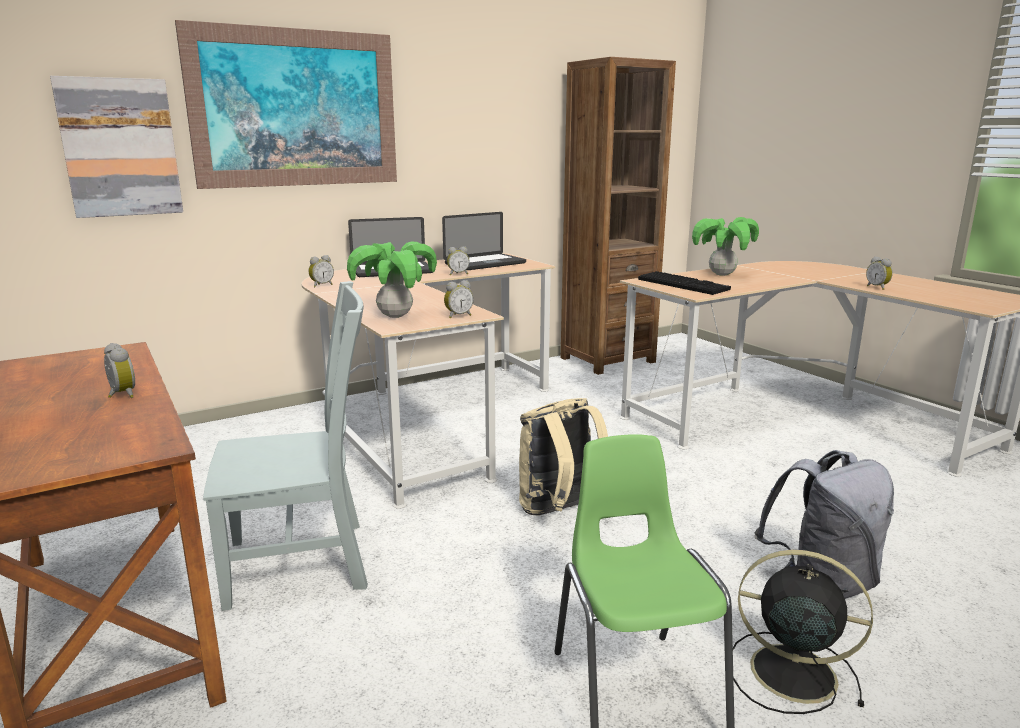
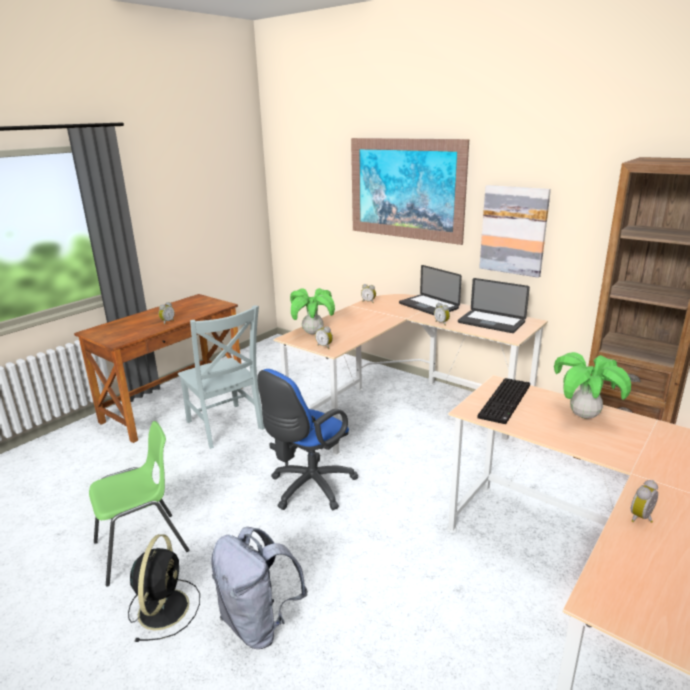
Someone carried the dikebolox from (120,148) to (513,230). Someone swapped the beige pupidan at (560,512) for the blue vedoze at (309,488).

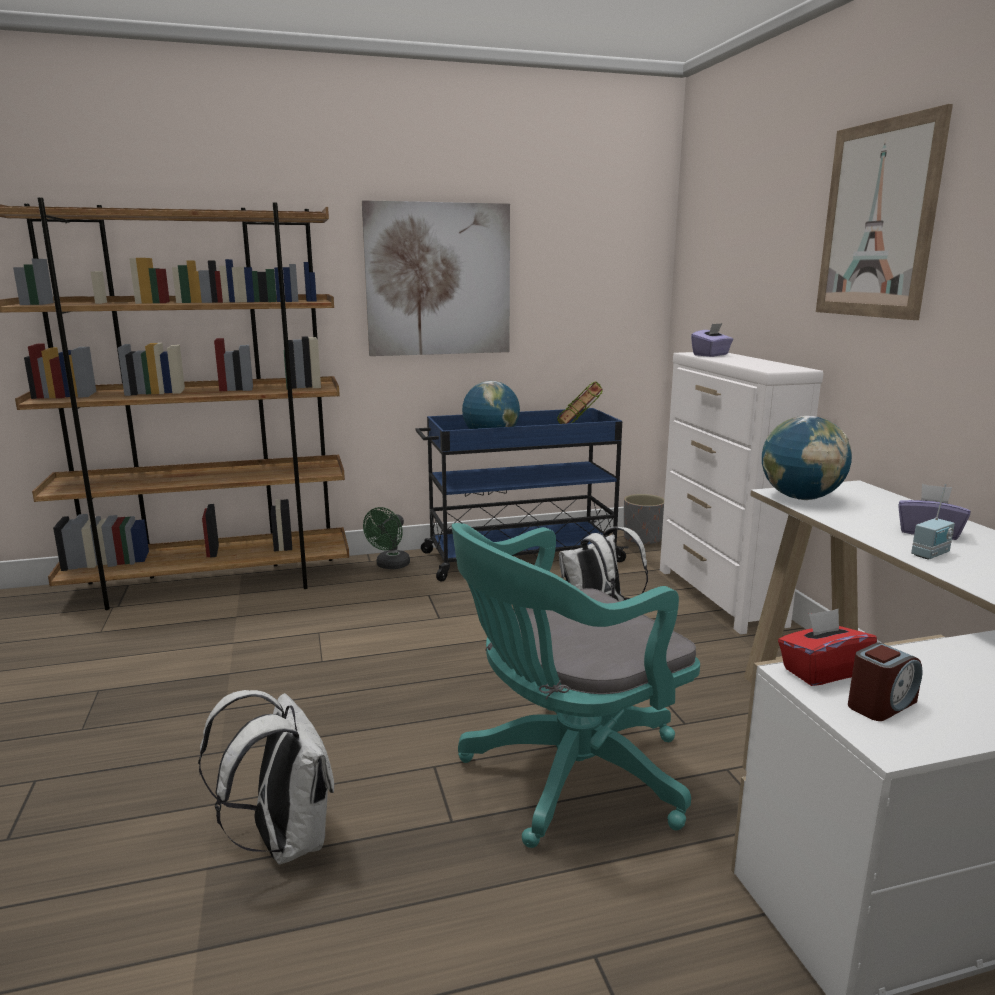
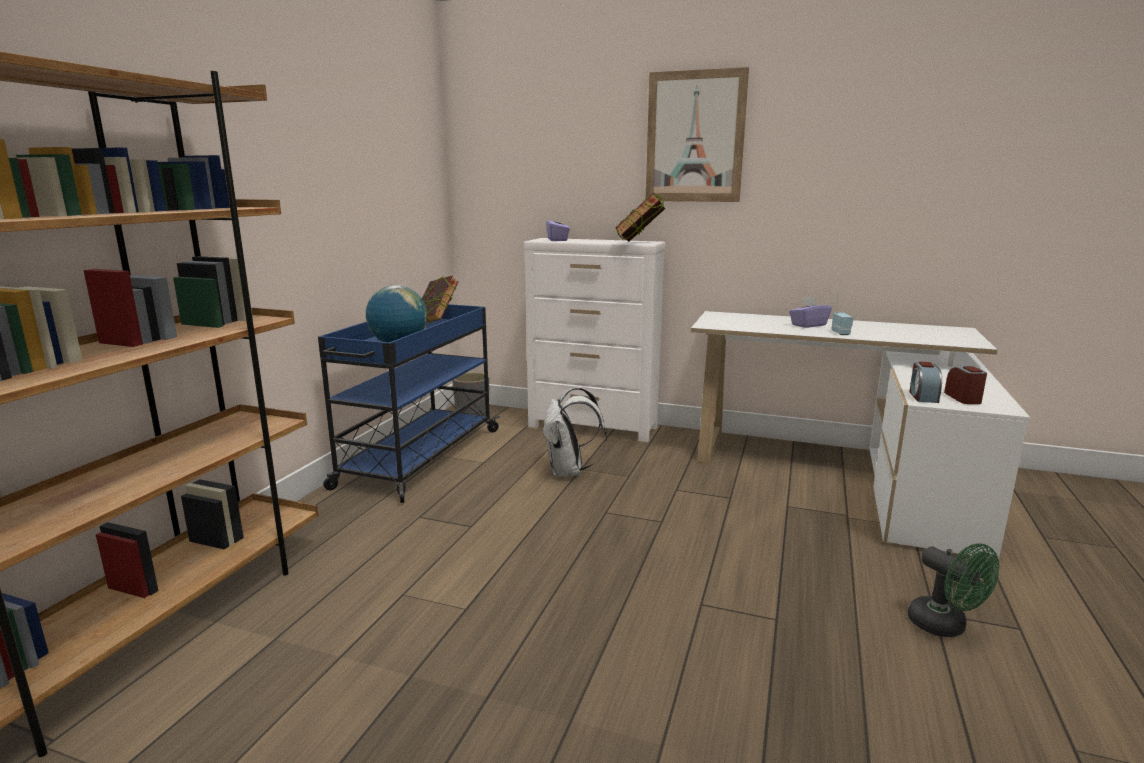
Someone took away the dikebolox at (438,280). Someone took away the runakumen at (800,498). Someone carried the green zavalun from (390,566) to (945,627). Someone took away the turquoise vedoze at (566,776). Someone swapped the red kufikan at (821,671) for the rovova at (922,396). Someone took away the white pupidan at (283,840). Someone put down the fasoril at (639,243).

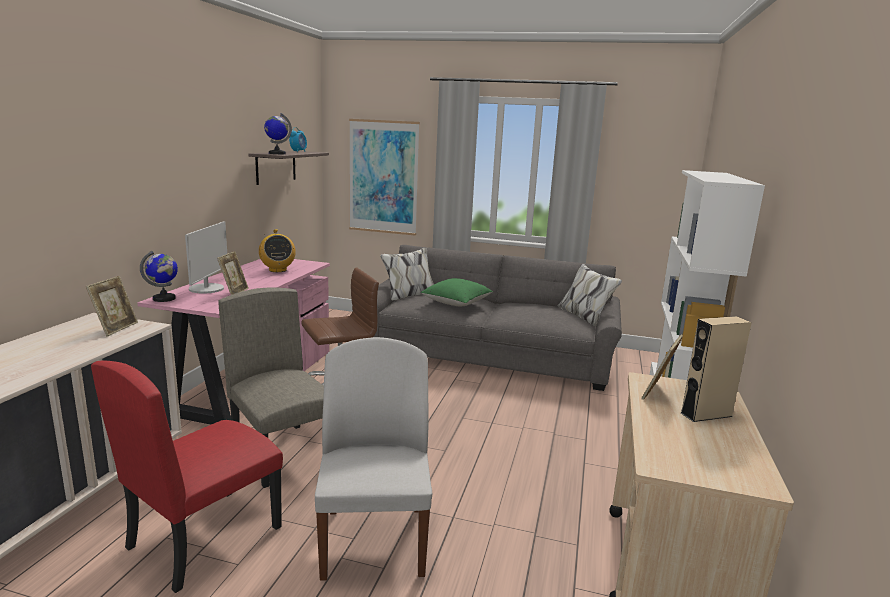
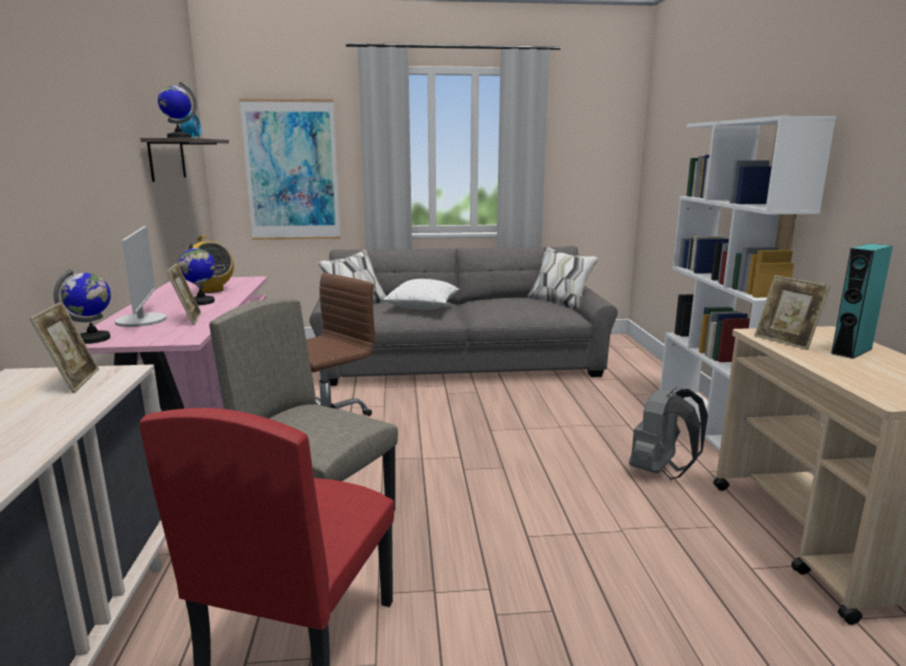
Someone repainted the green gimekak at (456,303), which became the white gimekak at (422,307). Someone repainted the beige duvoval at (706,414), which became the turquoise duvoval at (851,351). Someone rotated the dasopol at (657,393) by 45 degrees counterclockwise. Someone took away the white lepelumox at (375,539). Someone put down the runakumen at (201,302). Someone put down the grey pupidan at (660,471).

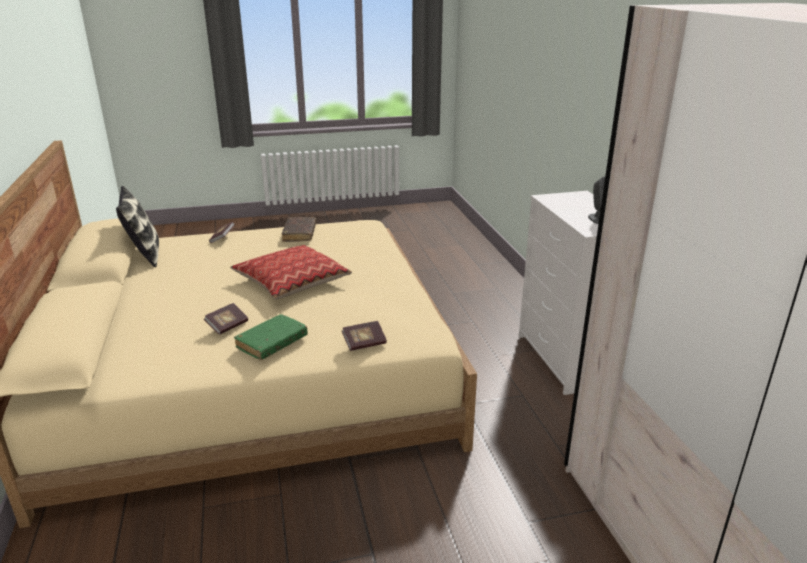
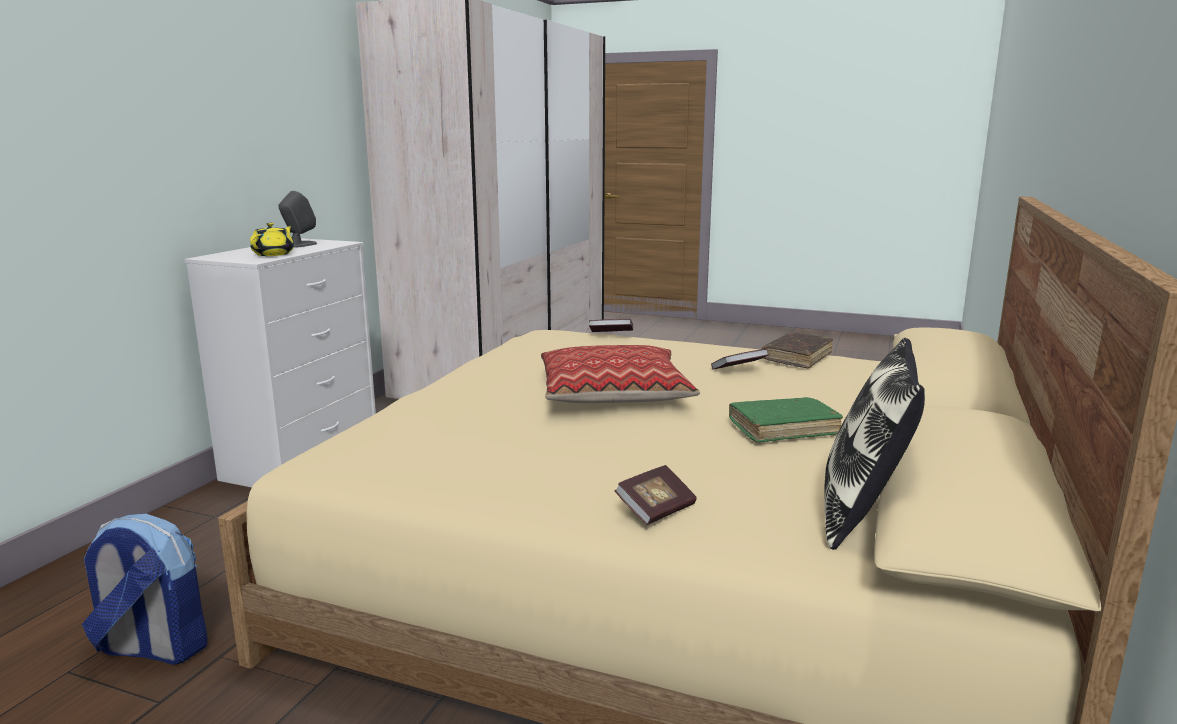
Someone carried the brown fasoril from (299,234) to (797,358). Someone carried the green fasoril from (272,343) to (783,429). Someone put down the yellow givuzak at (274,254). Someone put down the pupidan at (153,648).

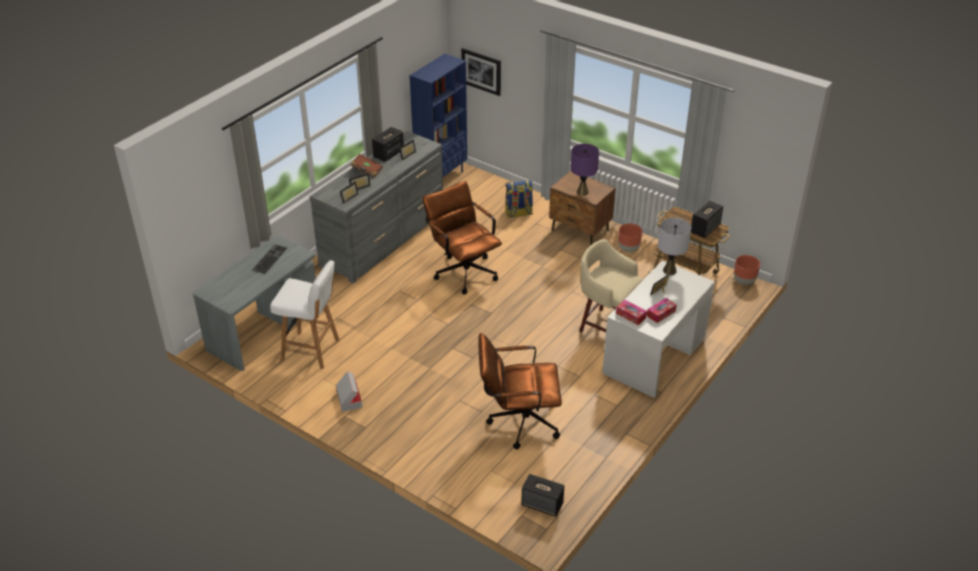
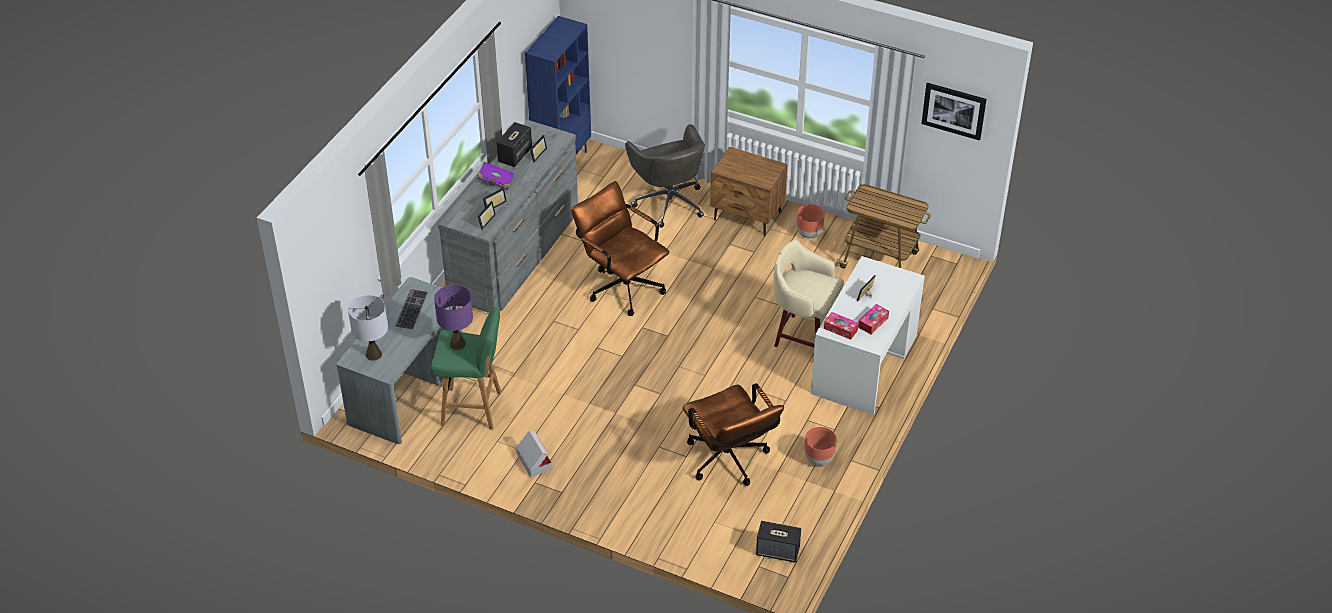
Someone carried the dikebolox from (481,71) to (954,110). Someone carried the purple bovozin from (582,192) to (458,344). Someone repainted the brown fasoril at (367,171), which became the purple fasoril at (496,181). Someone swapped the pupidan at (518,213) for the grey vedoze at (669,202). Someone took away the duvoval at (705,228). Someone carried the grey bovozin from (669,270) to (374,354). Someone carried the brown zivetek from (744,281) to (818,459). Someone repainted the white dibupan at (312,350), which became the green dibupan at (473,409). Someone rotated the brown vedoze at (518,422) by 105 degrees counterclockwise.

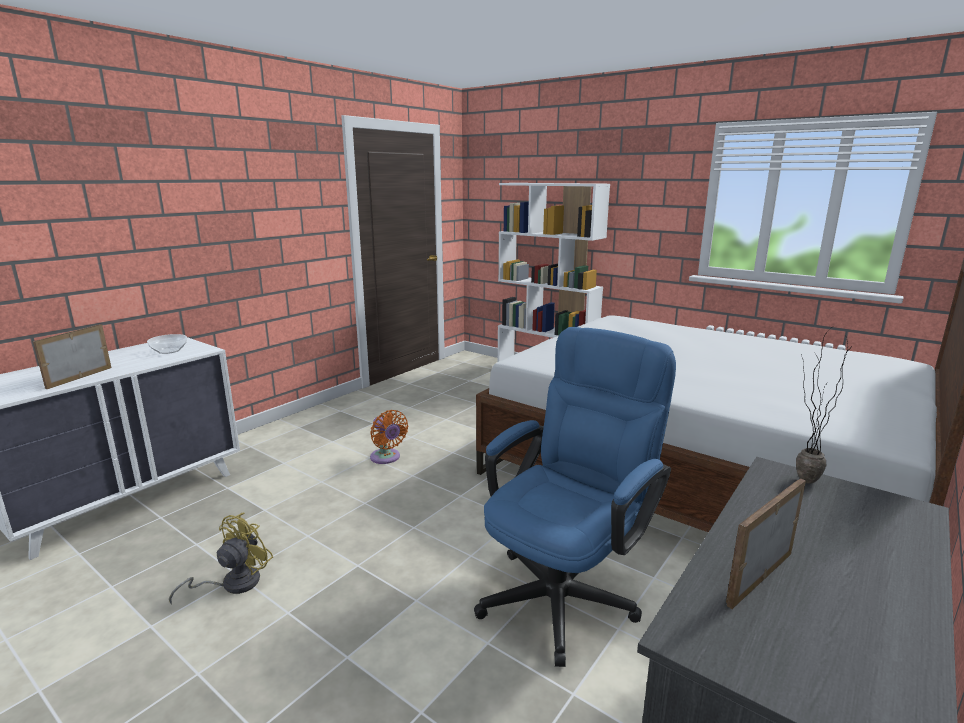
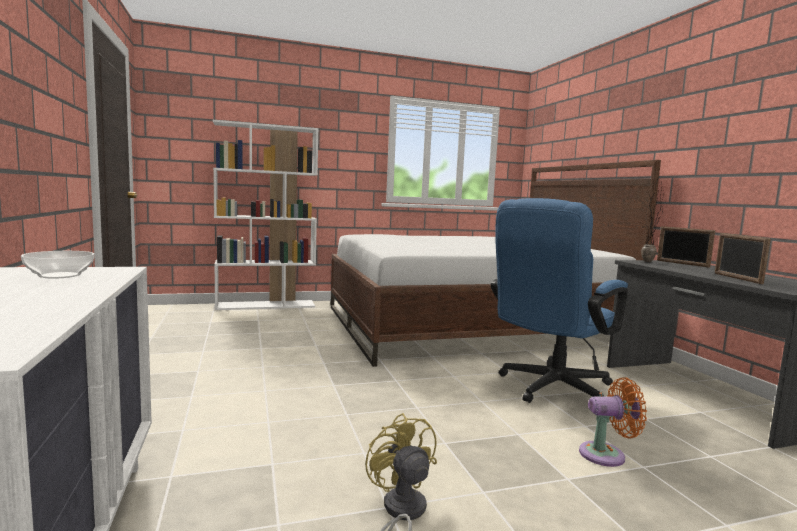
Someone carried the dasopol from (79,377) to (682,263). Someone rotated the blue vedoze at (566,590) by 120 degrees counterclockwise. Someone carried the orange zavalun from (386,458) to (607,455).

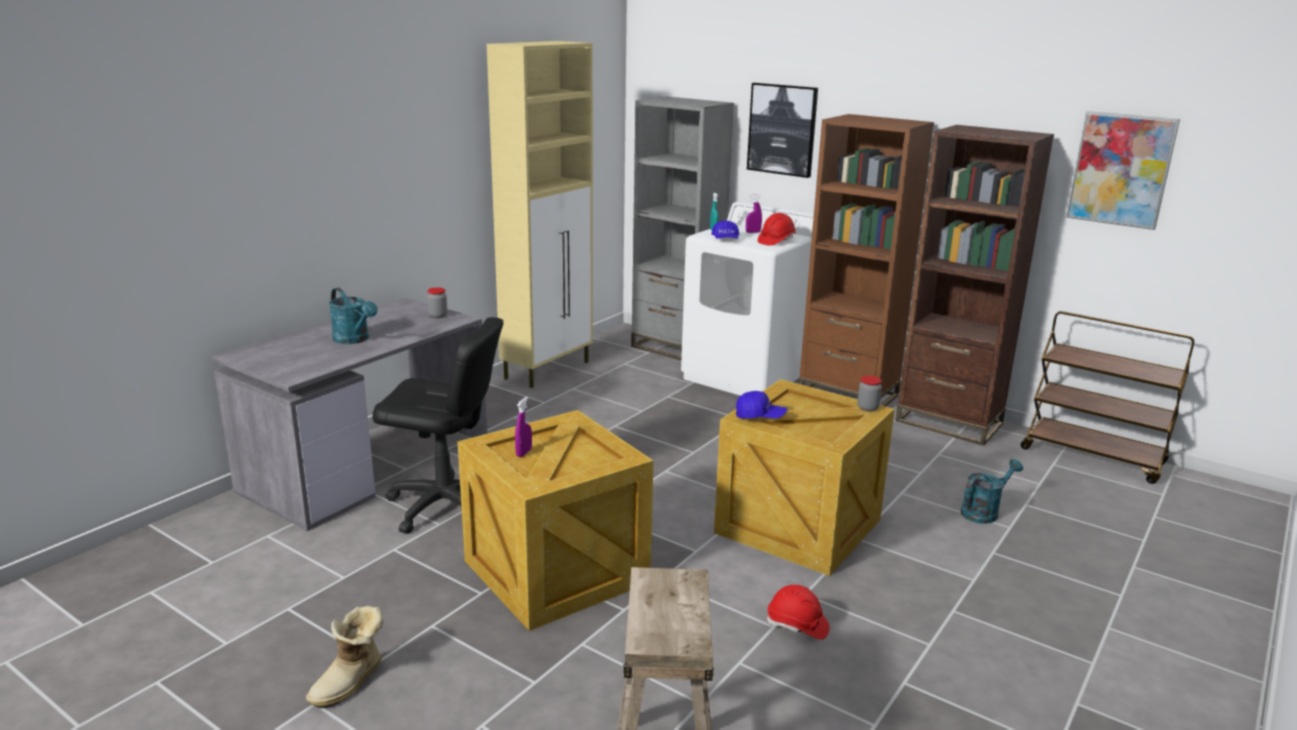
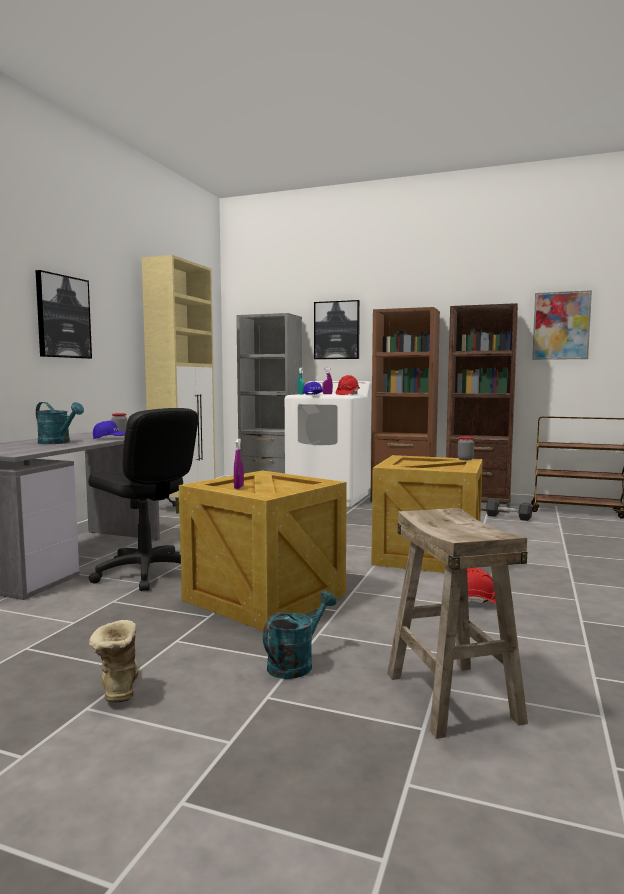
Someone rotated the black vedoze at (446,506) by 45 degrees clockwise. Someone carried the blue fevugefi from (760,416) to (111,439). Someone carried the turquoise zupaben from (983,512) to (296,663). Someone rotated the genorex at (351,682) by 150 degrees clockwise. Someone put up the dikebolox at (63,317). Someone put down the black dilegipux at (508,517).

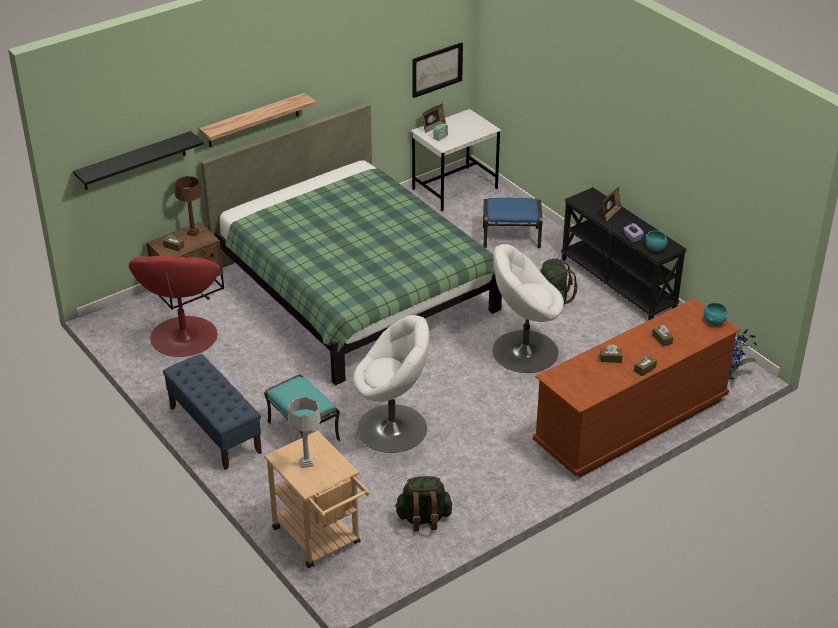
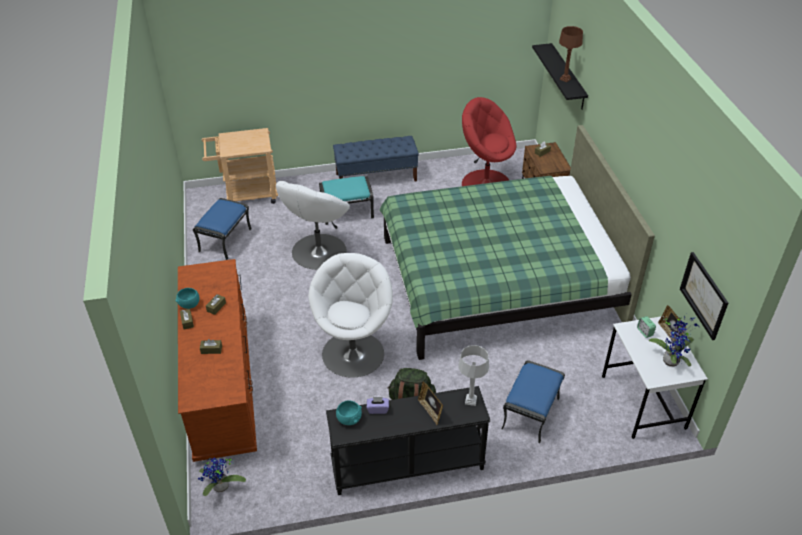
Someone took away the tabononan at (253,120). Someone carried the brown bovozin from (192,233) to (565,79). Someone carried the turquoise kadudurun from (714,321) to (189,304). Someone carried the grey bovozin from (307,463) to (470,400). Someone swapped the green pupidan at (423,518) for the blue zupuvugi at (225,240). Someone put down the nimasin at (671,360).

